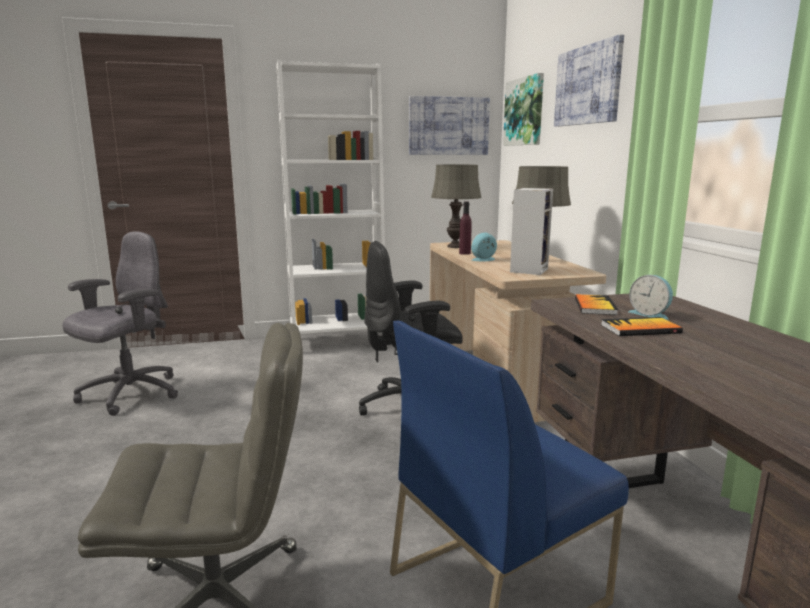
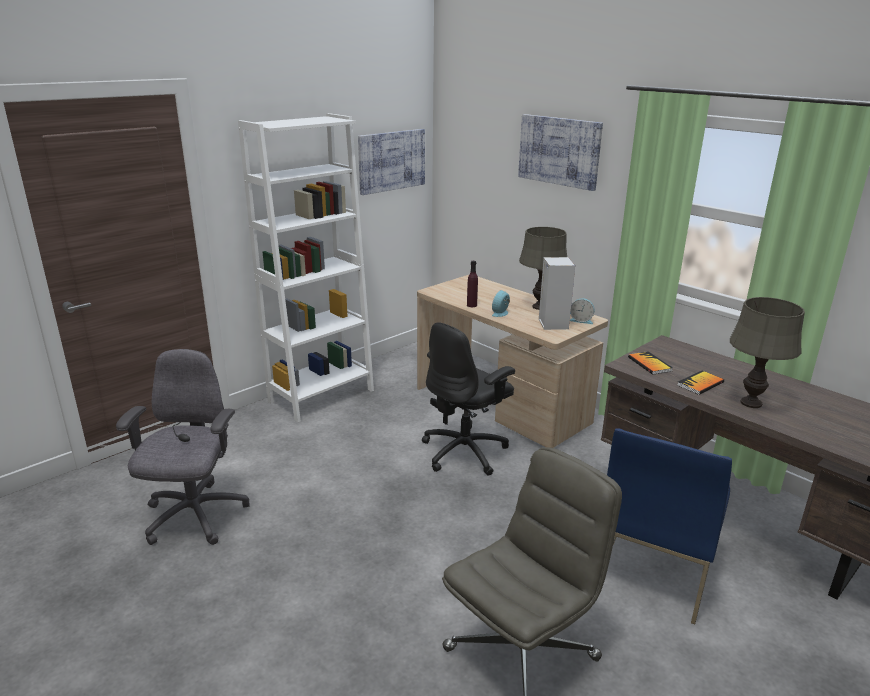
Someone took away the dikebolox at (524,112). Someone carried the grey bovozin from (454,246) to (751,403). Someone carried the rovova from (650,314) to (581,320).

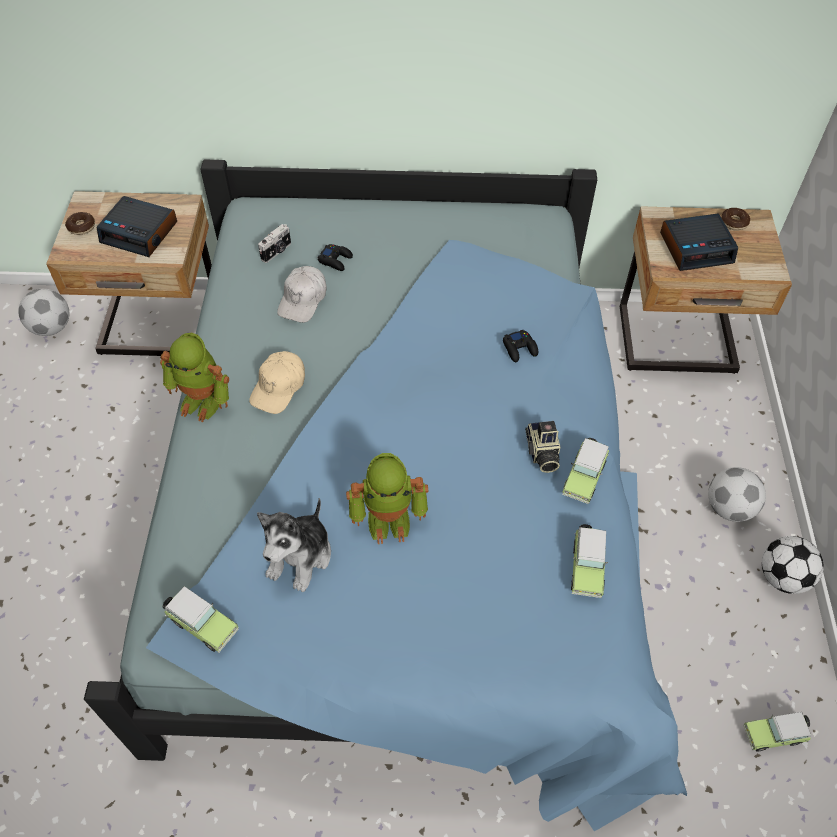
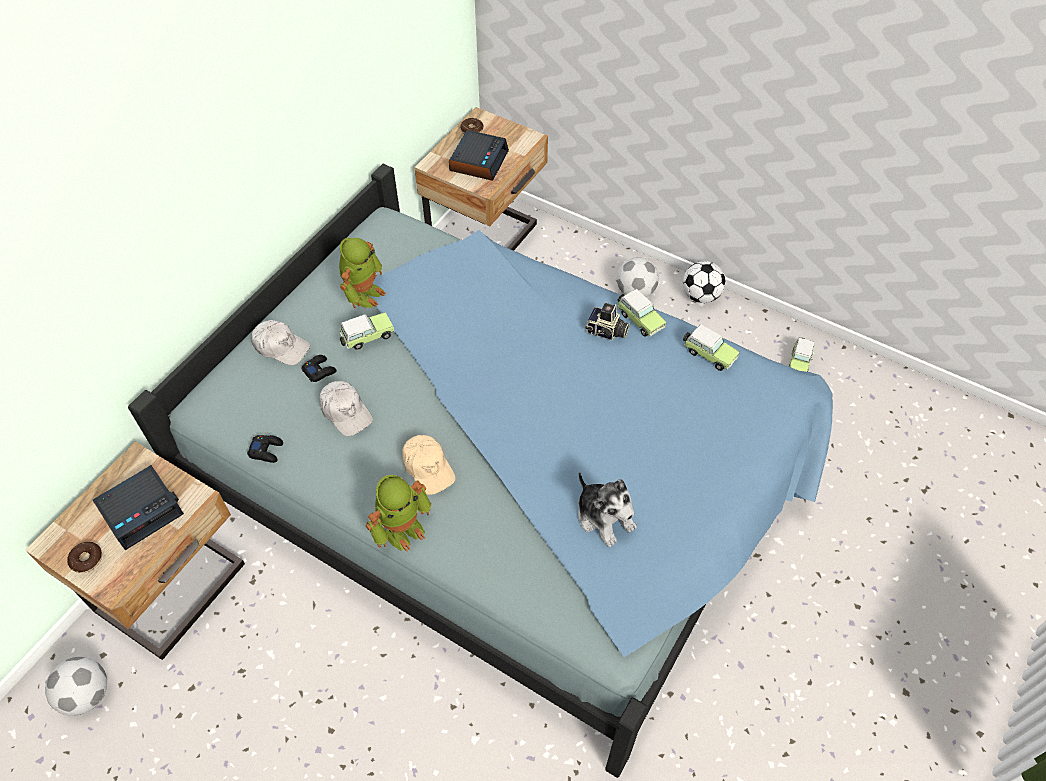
Someone took away the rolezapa at (277,252). Someone carried the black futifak from (520,349) to (266,450). Someone carried the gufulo from (389,519) to (364,294). Someone carried the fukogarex from (202,624) to (366,337). Someone put down the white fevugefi at (281,347).

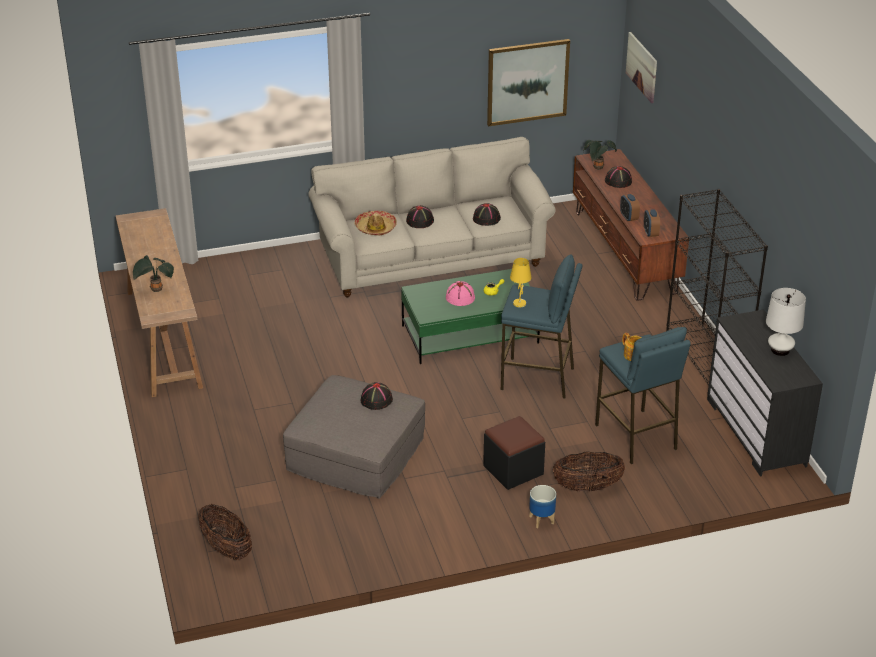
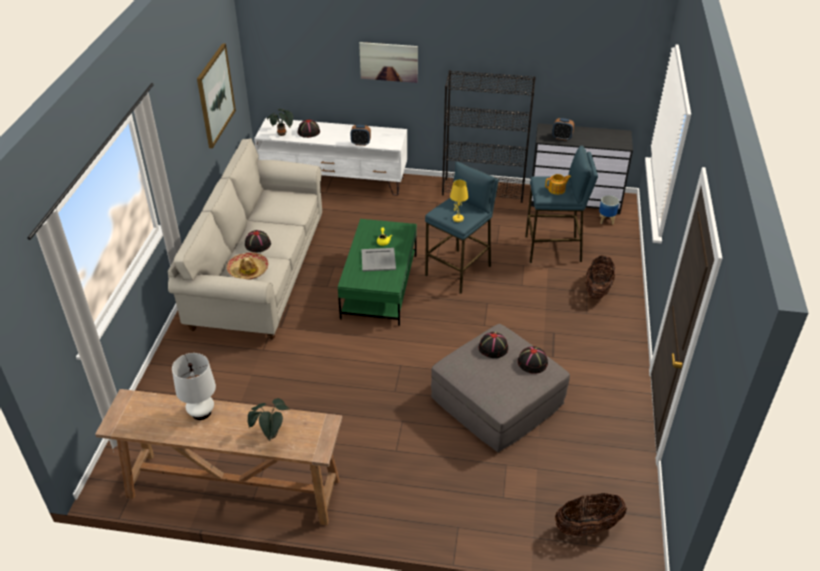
Someone carried the dikebolox from (642,67) to (388,62). Someone repainted the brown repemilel at (625,252), which became the white repemilel at (334,180). Someone carried the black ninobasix from (486,218) to (532,362). Someone carried the rovova from (650,233) to (562,138). Someone swapped the pink ninobasix at (460,297) for the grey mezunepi at (378,259). Someone carried the white bovozin from (780,350) to (201,412). Someone took away the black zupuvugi at (513,470). Someone carried the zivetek from (542,520) to (606,220).

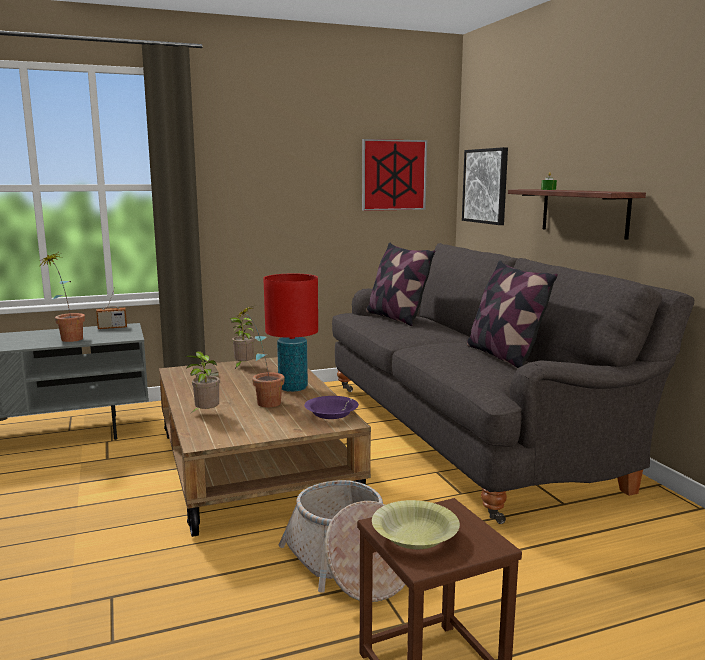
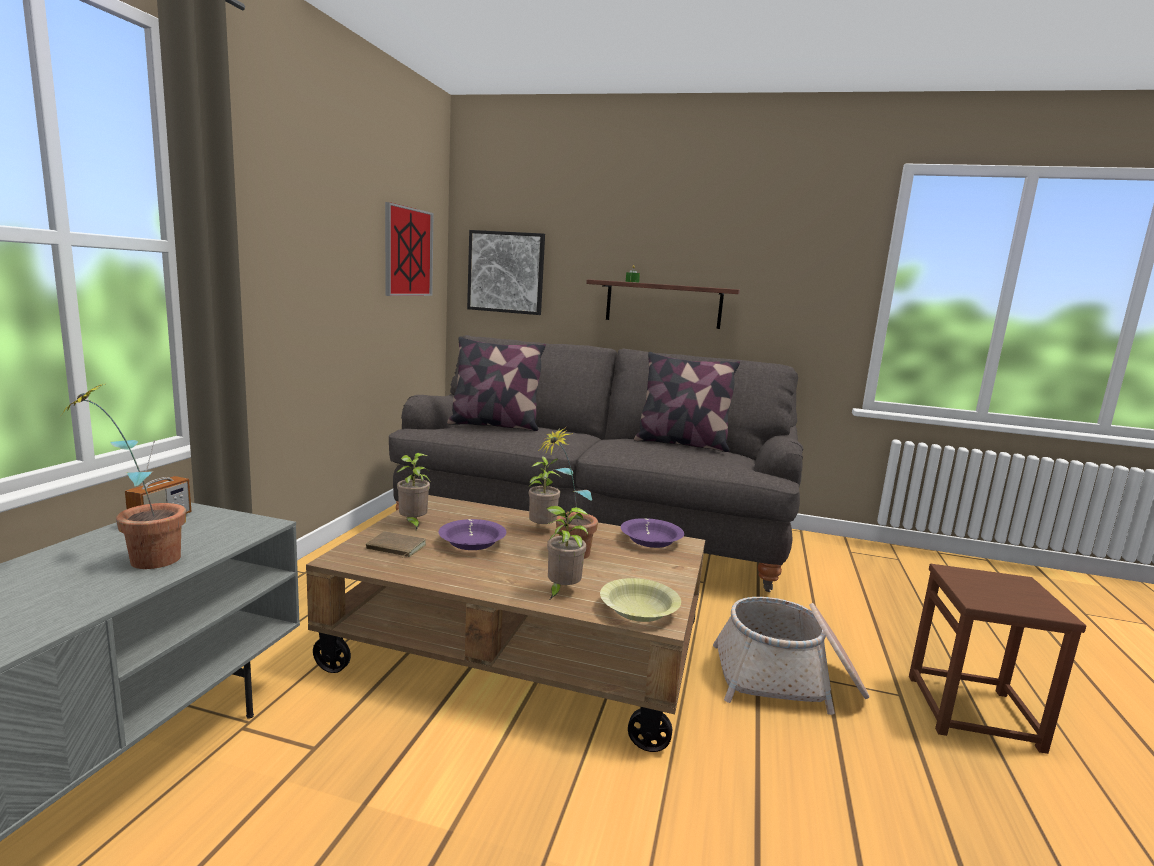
Someone swapped the red bovozin at (293,388) for the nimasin at (542,529). Someone carried the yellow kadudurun from (414,536) to (638,610). Someone put down the purple kadudurun at (472,543).

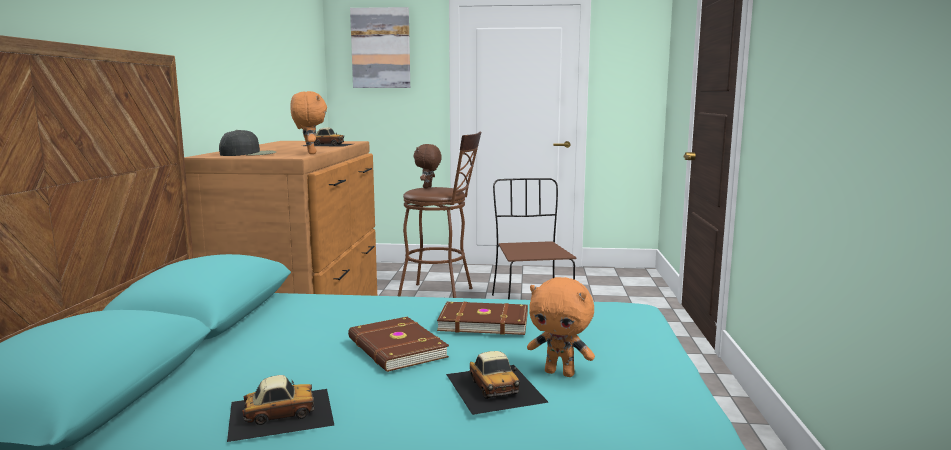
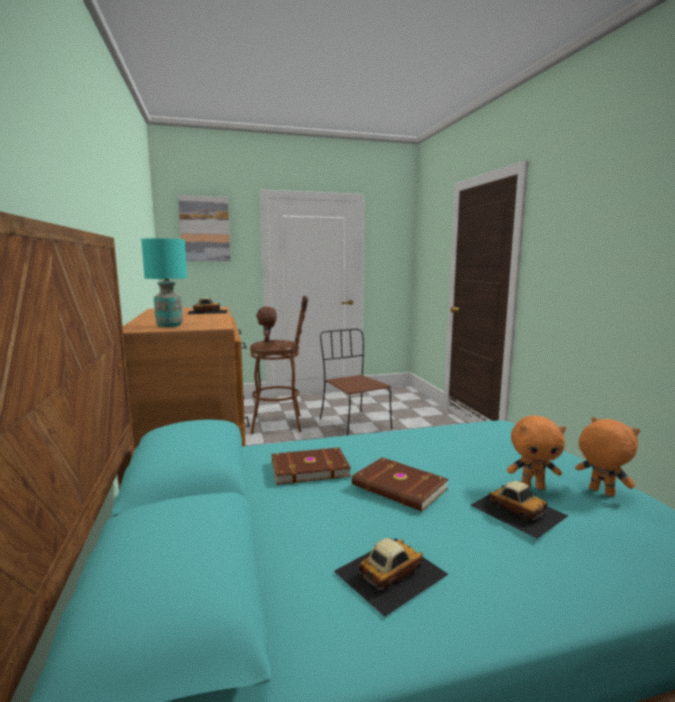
Someone carried the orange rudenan from (310,153) to (600,492). Someone swapped the black fevugefi at (249,154) for the turquoise bovozin at (169,325). Someone carried the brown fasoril from (483,322) to (309,468).

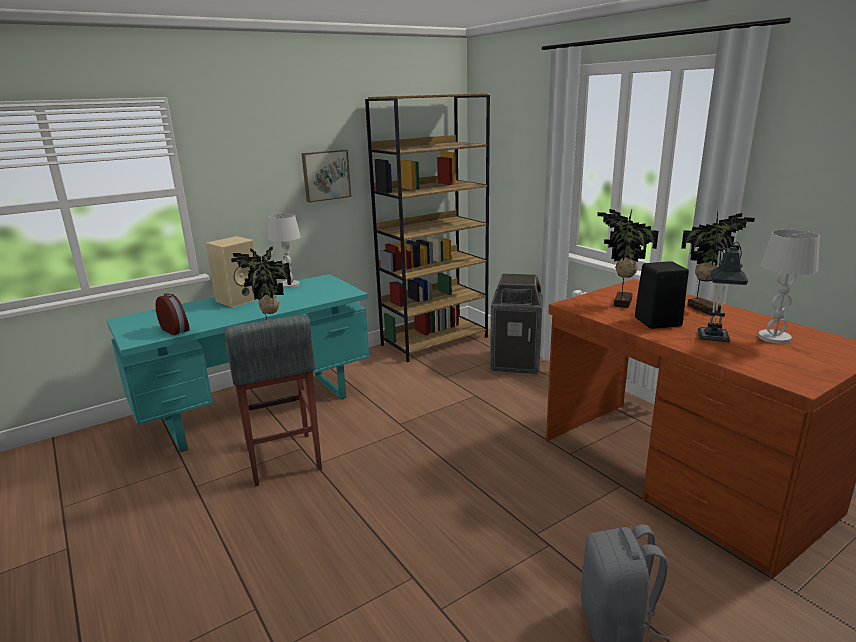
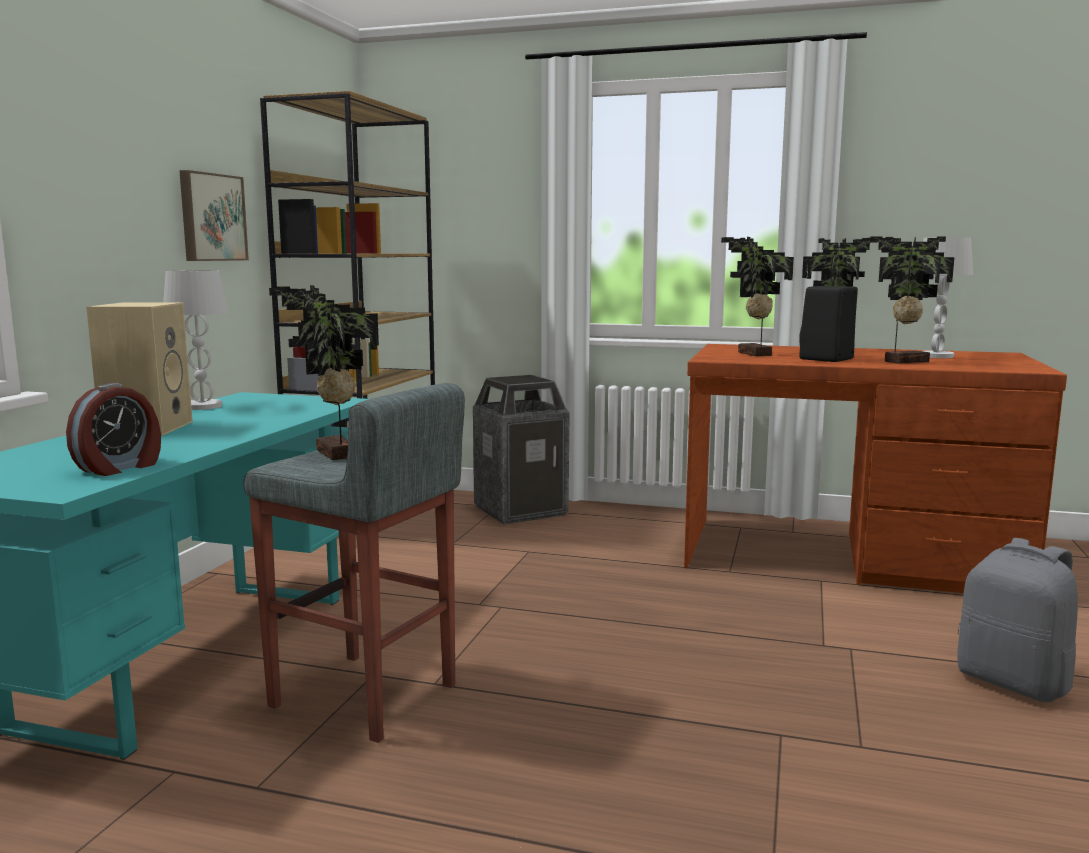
Someone swapped the bovozin at (713,340) for the nimasin at (903,361). Someone rotated the rovova at (176,330) by 120 degrees clockwise.

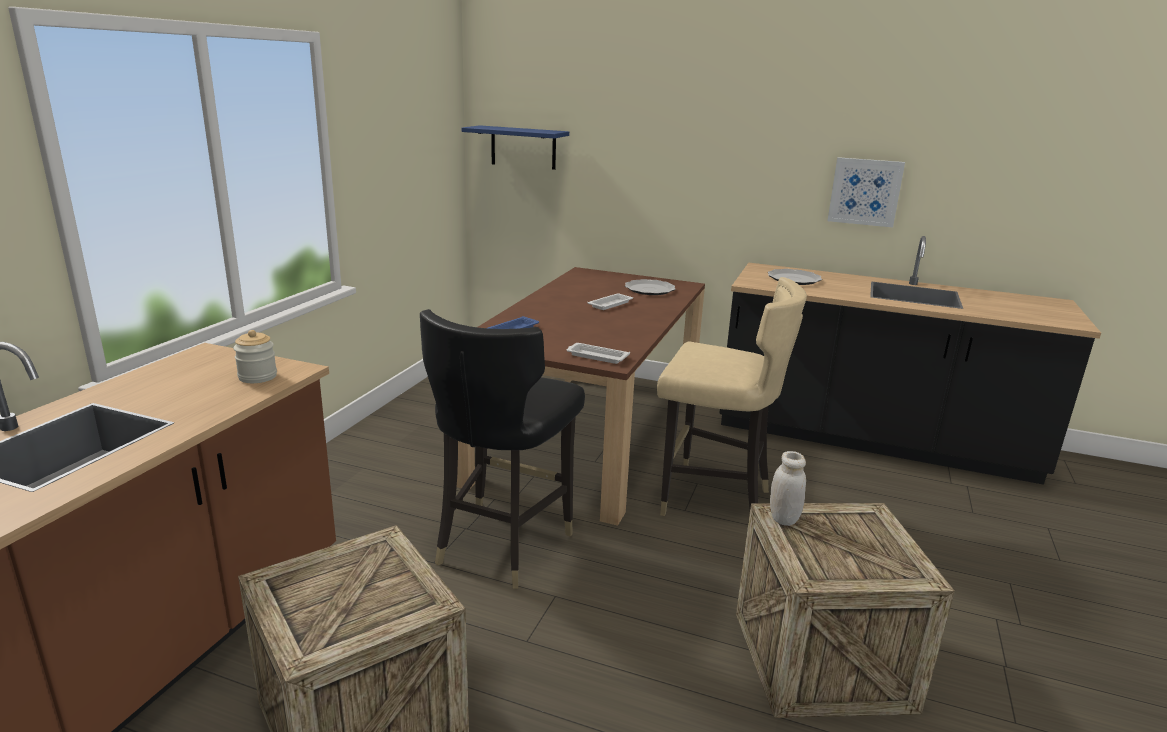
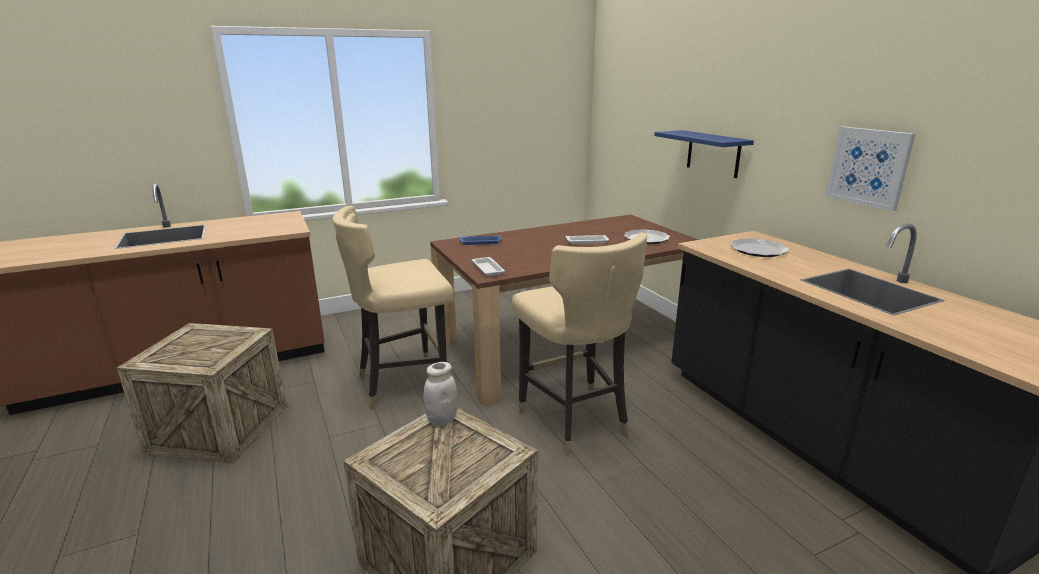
Someone carried the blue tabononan from (523,147) to (713,153). Someone repainted the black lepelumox at (502,545), which became the beige lepelumox at (404,384). Someone took away the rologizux at (257,377).

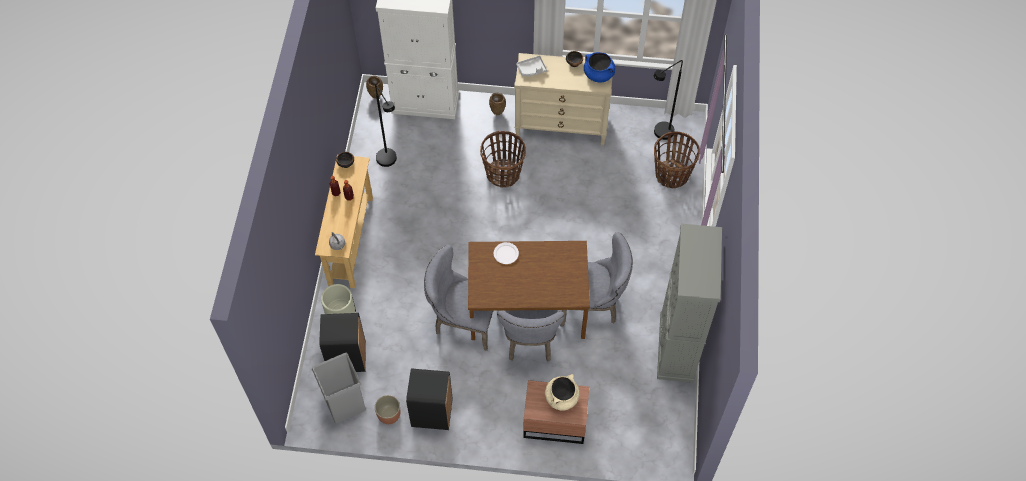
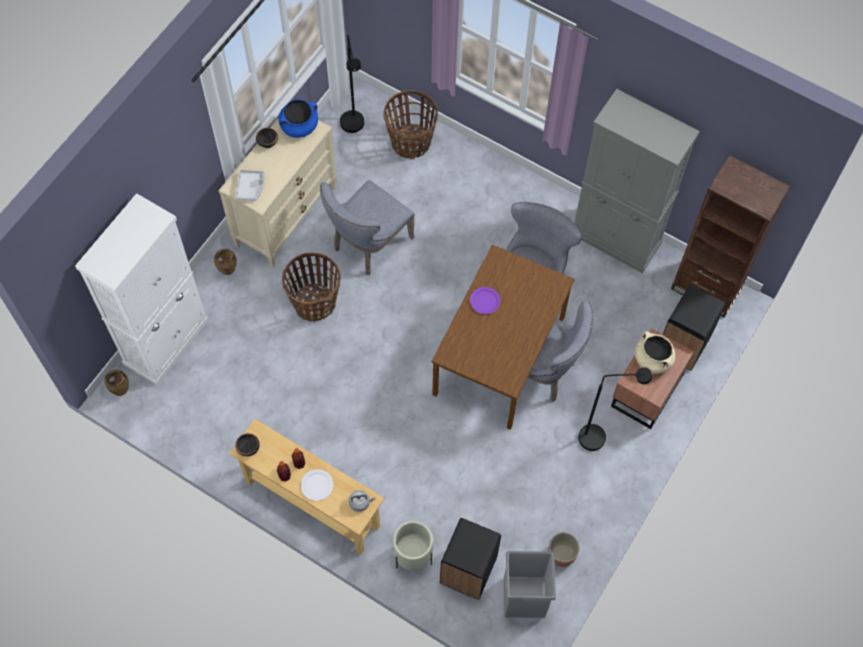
Someone carried the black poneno from (389,162) to (599,436). Someone carried the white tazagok from (506,254) to (317,485). Someone carried the grey lepelumox from (462,321) to (368,245). Someone carried the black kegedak from (431,413) to (682,345). Someone put down the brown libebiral at (706,288). Someone put down the purple tazagok at (485,301).

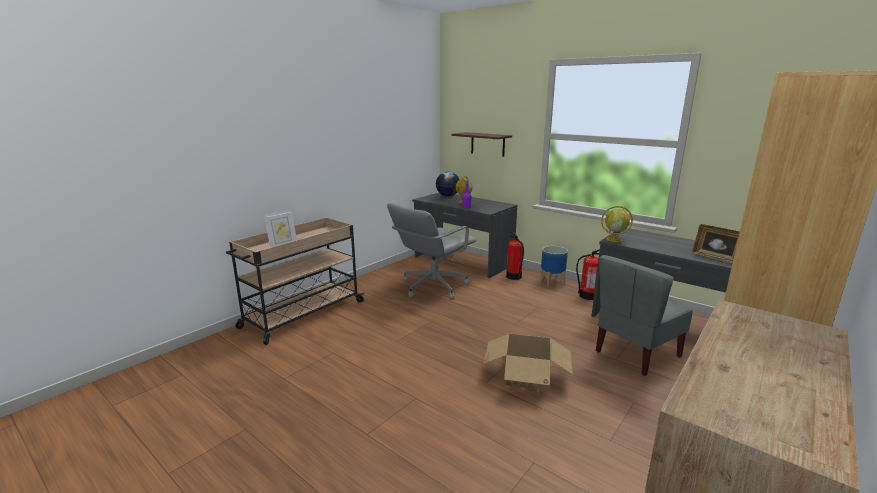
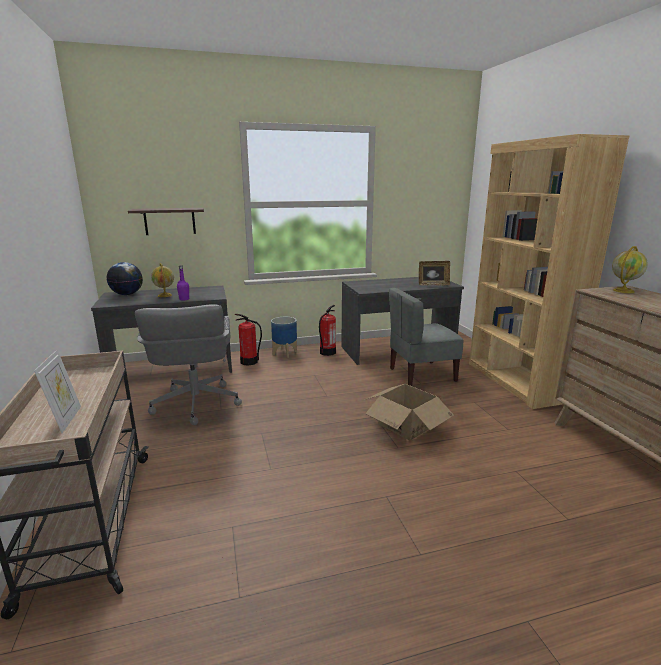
Someone carried the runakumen from (614,239) to (623,291). Someone rotated the grey lepelumox at (636,353) by 75 degrees clockwise.

